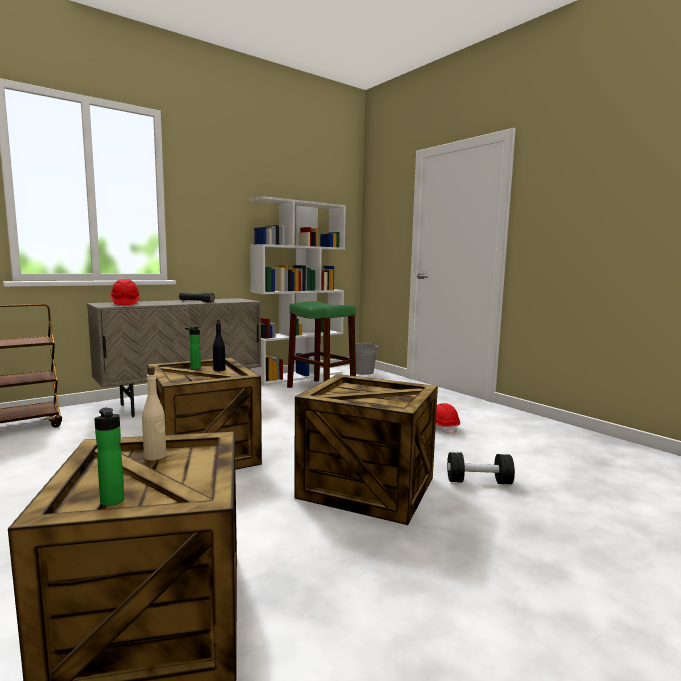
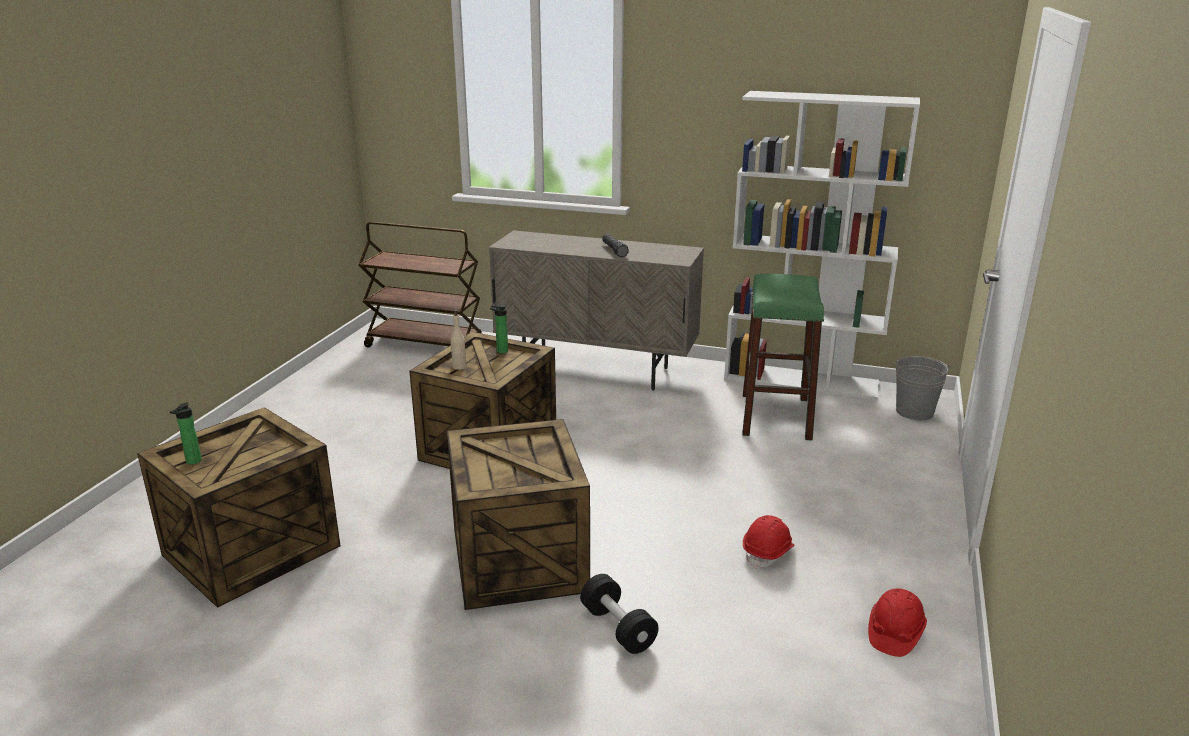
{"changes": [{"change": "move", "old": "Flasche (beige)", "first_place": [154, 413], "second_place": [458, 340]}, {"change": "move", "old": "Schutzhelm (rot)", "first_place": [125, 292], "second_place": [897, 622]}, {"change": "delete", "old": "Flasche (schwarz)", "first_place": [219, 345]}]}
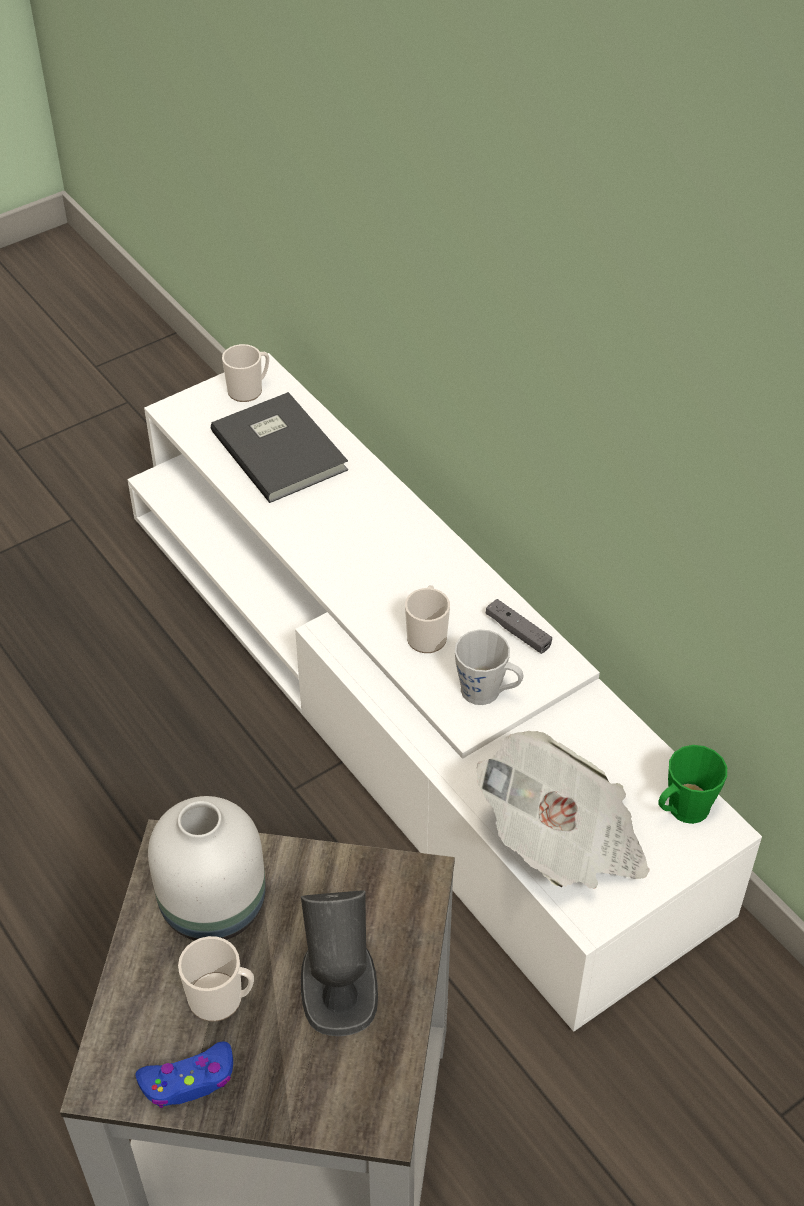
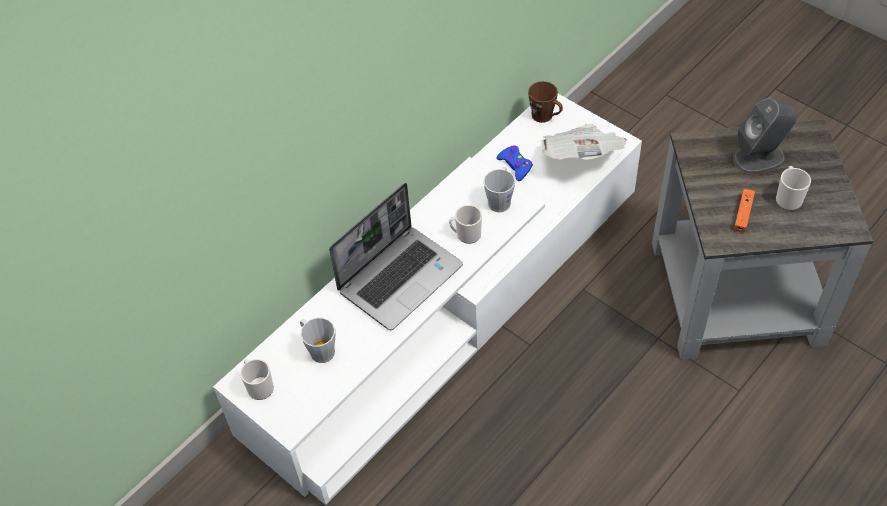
{"changes": [{"change": "replace", "old": "Buch (grau)", "new": "Henkelbecher (grau)", "first_place": [279, 447], "second_place": [317, 340]}, {"change": "insert", "new": "Laptop", "second_place": [396, 256]}, {"change": "move", "old": "Gamepad (blau)", "first_place": [184, 1074], "second_place": [515, 163]}, {"change": "recolor", "old": "Henkelbecher (grün)", "new": "Henkelbecher (braun)", "first_place": [692, 784], "second_place": [545, 102]}, {"change": "replace", "old": "Vase (weiß)", "new": "Gamepad (orange)", "first_place": [207, 868], "second_place": [744, 210]}, {"change": "delete", "old": "Gamepad (grau)", "first_place": [519, 626]}]}
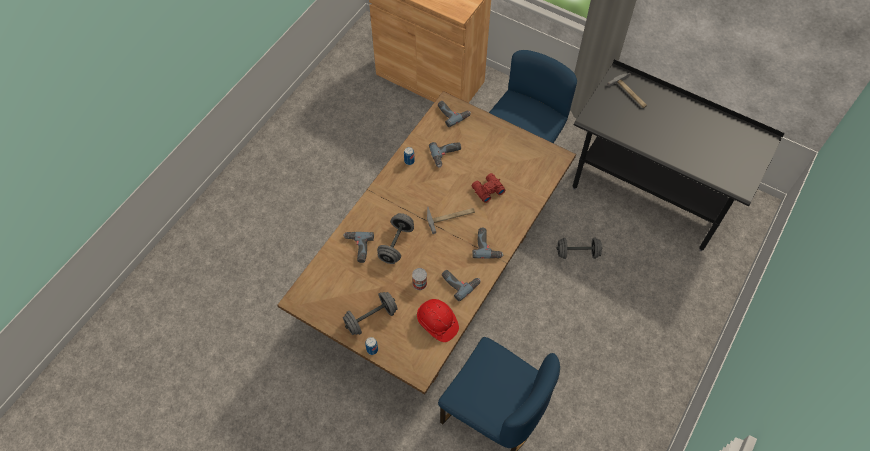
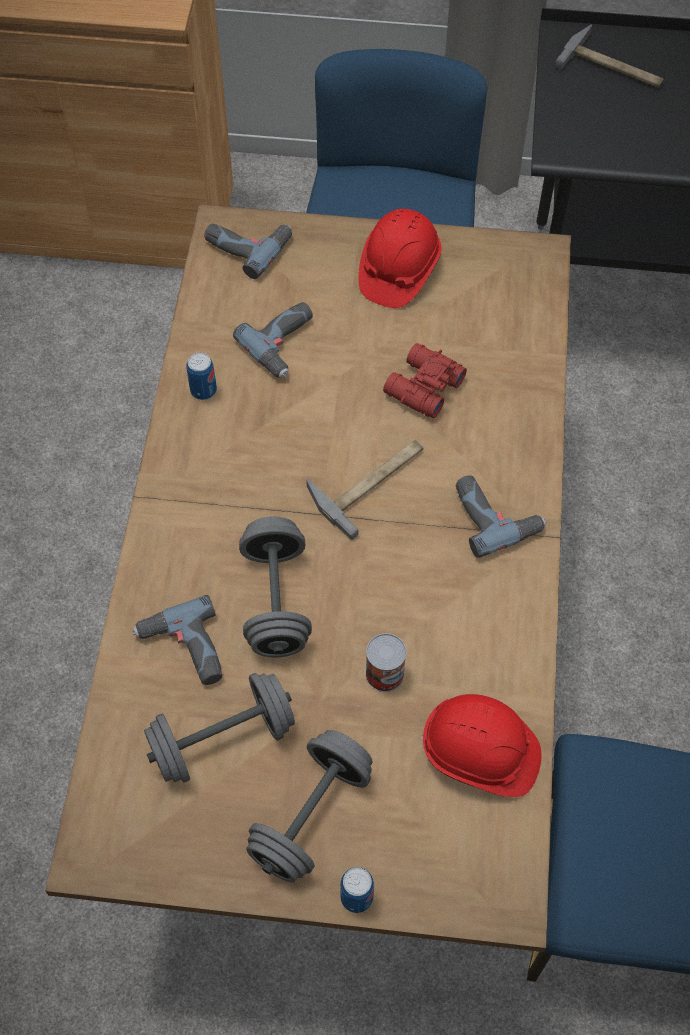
{"changes": [{"change": "move", "old": "Hantel (grau)", "first_place": [579, 248], "second_place": [219, 728]}, {"change": "insert", "new": "Schutzhelm (rot)", "second_place": [400, 258]}, {"change": "delete", "old": "Bohrmaschine", "first_place": [461, 285]}]}
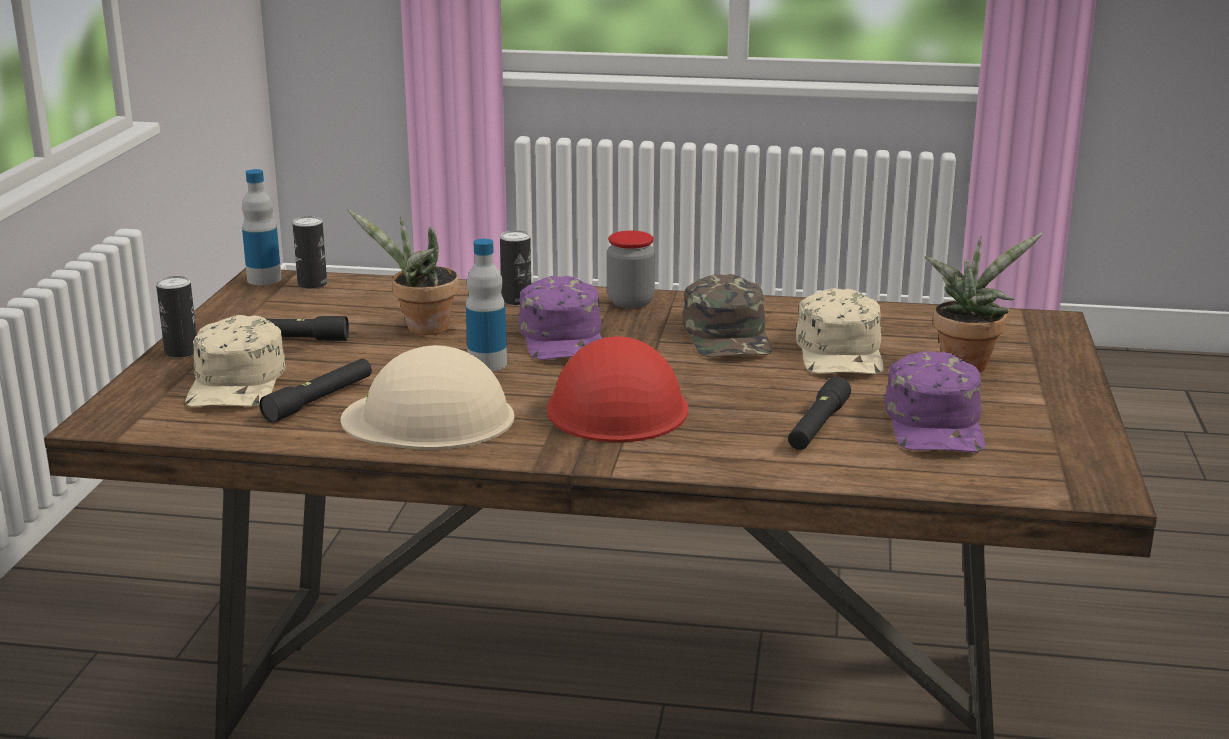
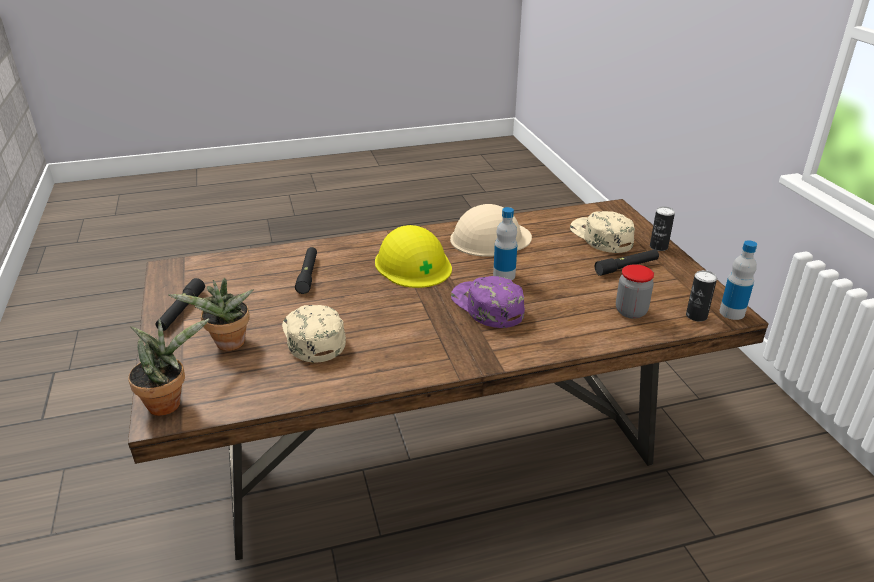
{"changes": [{"change": "move", "old": "Topfpflanze", "first_place": [403, 272], "second_place": [168, 367]}, {"change": "move", "old": "Taschenlampe (schwarz)", "first_place": [315, 390], "second_place": [180, 304]}, {"change": "recolor", "old": "Schutzhelm (rot)", "new": "Schutzhelm (gelb)", "first_place": [617, 389], "second_place": [413, 256]}, {"change": "move", "old": "Vorratsglas", "first_place": [631, 269], "second_place": [635, 291]}, {"change": "delete", "old": "Dose", "first_place": [515, 267]}, {"change": "delete", "old": "Kappe (grün)", "first_place": [728, 316]}, {"change": "delete", "old": "Kappe (lila)", "first_place": [935, 401]}]}
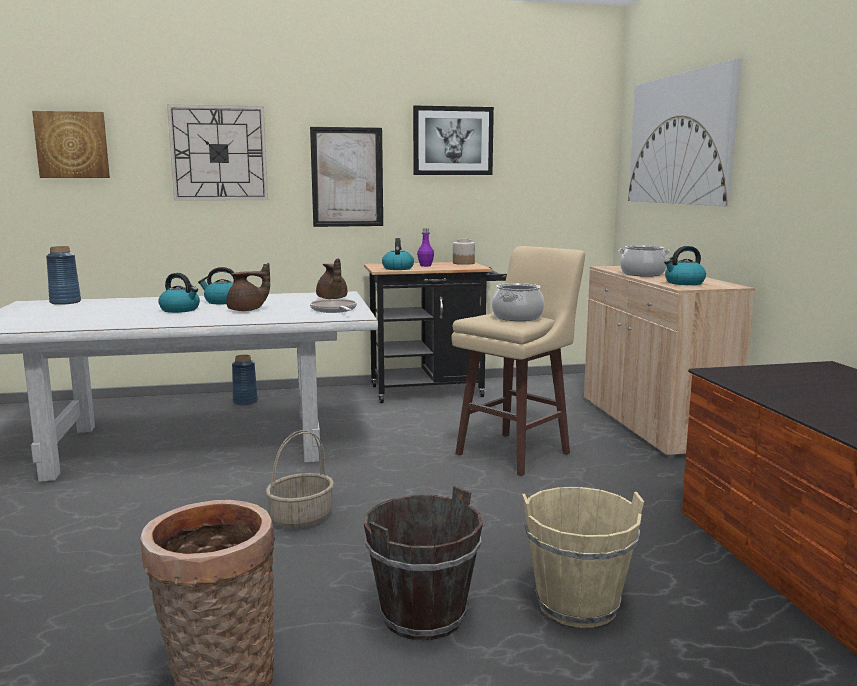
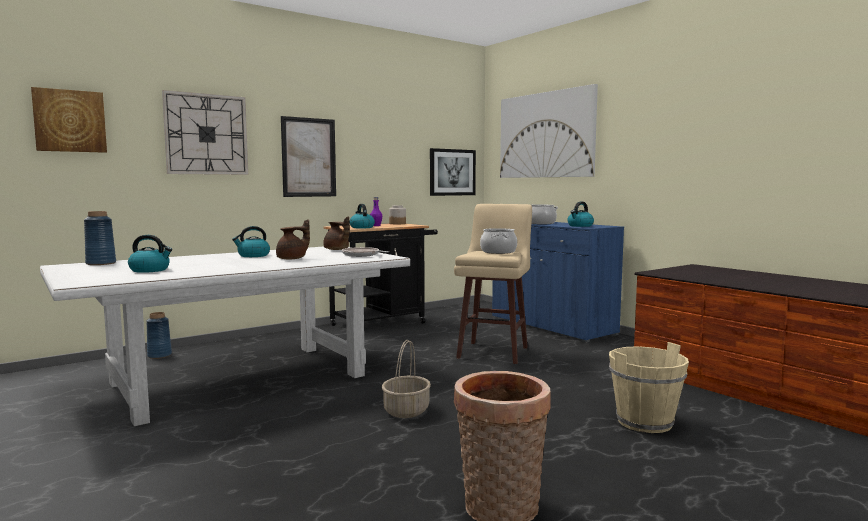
{"changes": [{"change": "move", "old": "Wasserkessel", "first_place": [179, 293], "second_place": [150, 254]}, {"change": "move", "old": "Vase (blau)", "first_place": [245, 380], "second_place": [159, 335]}, {"change": "move", "old": "Bild", "first_place": [453, 140], "second_place": [453, 172]}, {"change": "recolor", "old": "Schrank (beige)", "new": "Schrank (blau)", "first_place": [669, 362], "second_place": [558, 282]}, {"change": "delete", "old": "Eimer (braun)", "first_place": [423, 563]}]}
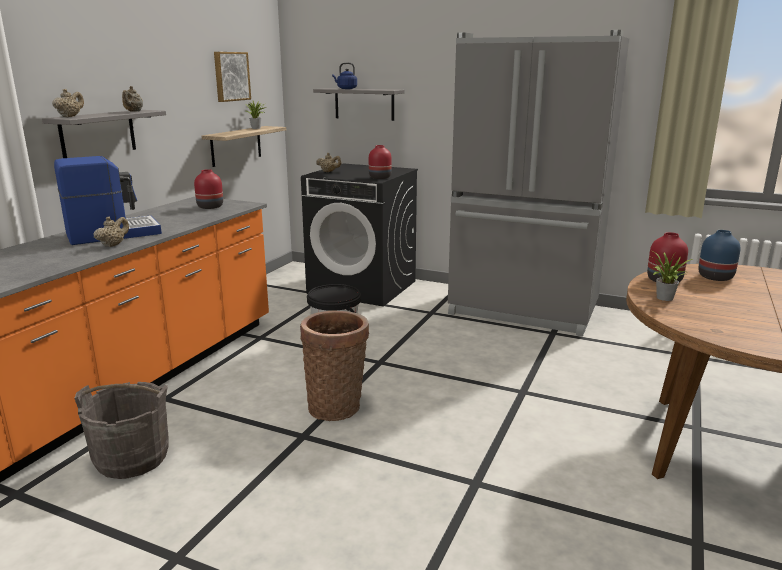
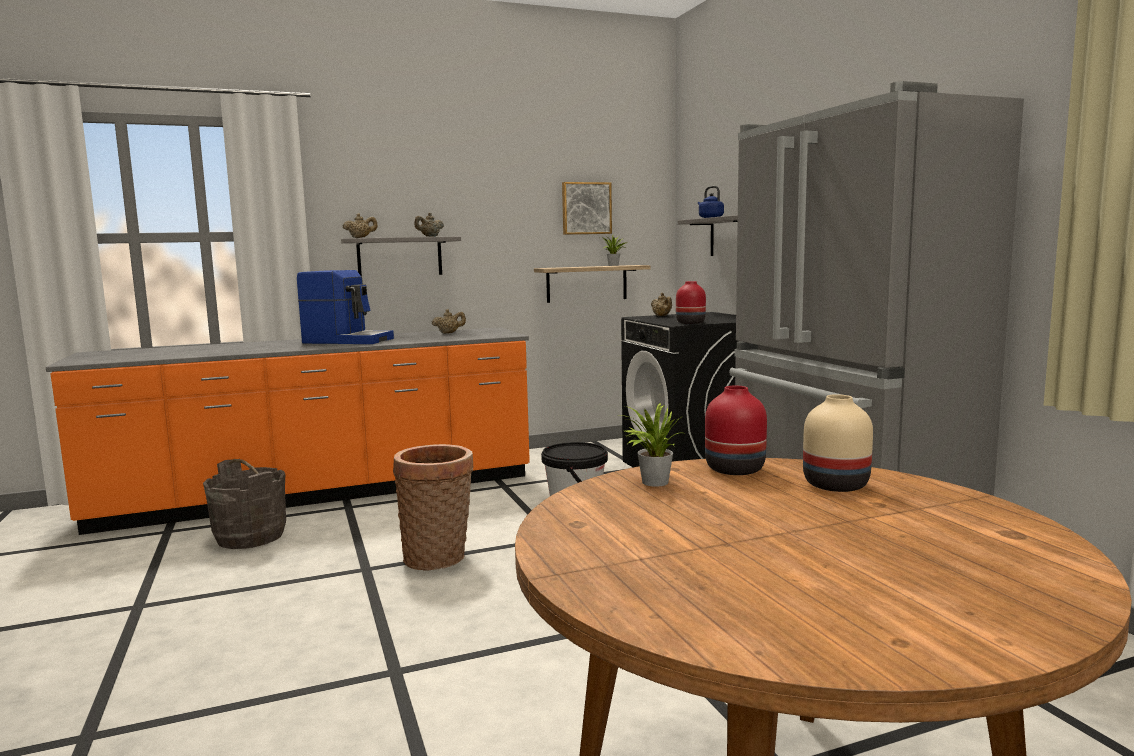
{"changes": [{"change": "move", "old": "Teekanne (beige)", "first_place": [111, 232], "second_place": [449, 321]}, {"change": "recolor", "old": "Vase (blau)", "new": "Vase (beige)", "first_place": [719, 255], "second_place": [838, 443]}, {"change": "delete", "old": "Vase (rot)", "first_place": [208, 189]}]}
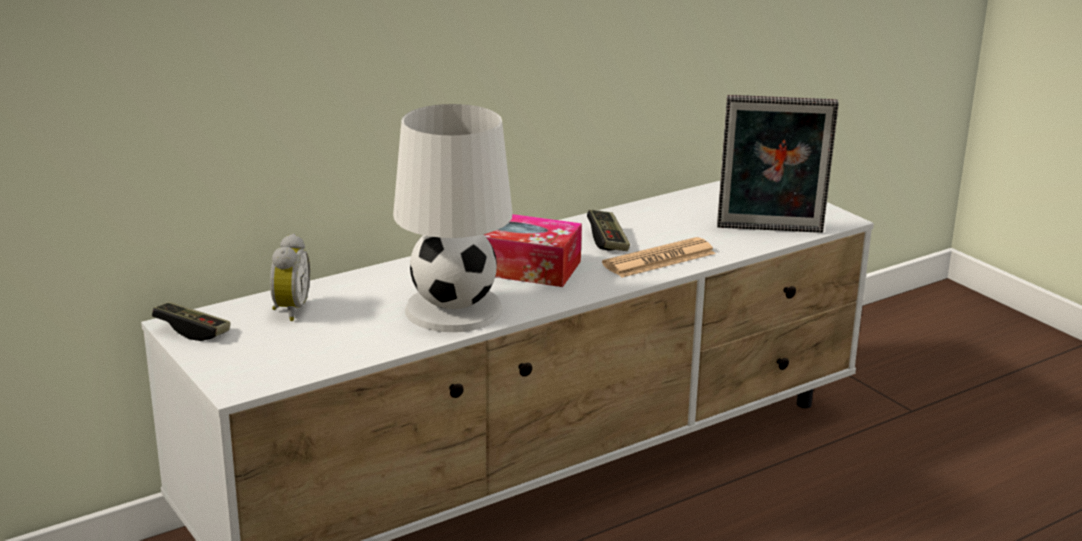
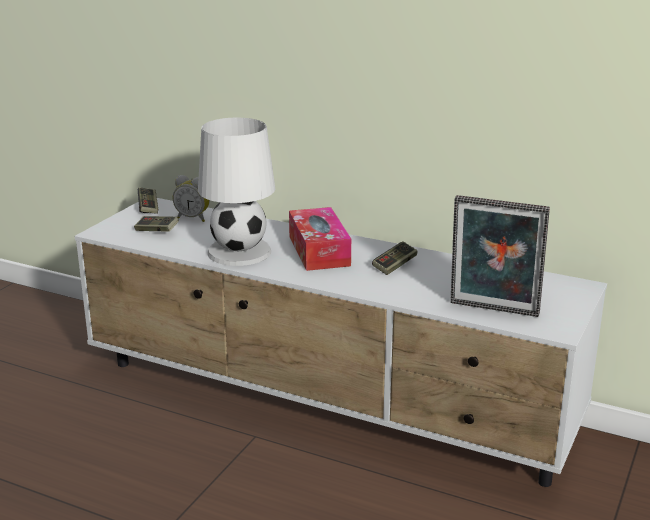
{"changes": [{"change": "insert", "new": "Gamepad", "second_place": [156, 224]}, {"change": "rotate", "old": "Wecker", "first_place": [290, 277], "second_place": [191, 198], "degrees": 45}, {"change": "rotate", "old": "Bilderrahmen", "first_place": [778, 164], "second_place": [500, 256], "degrees": -45}, {"change": "delete", "old": "Zeitung", "first_place": [659, 257]}]}
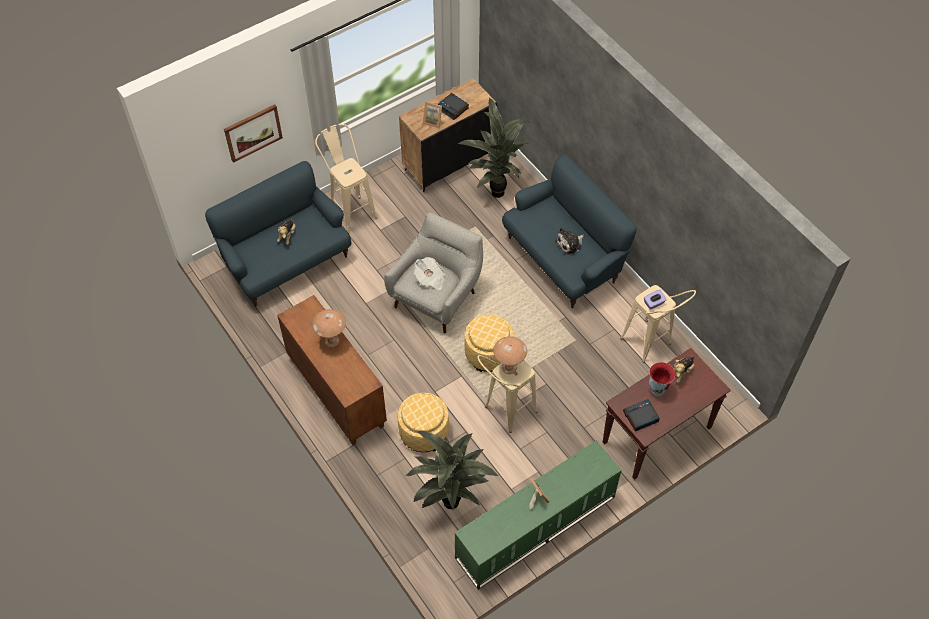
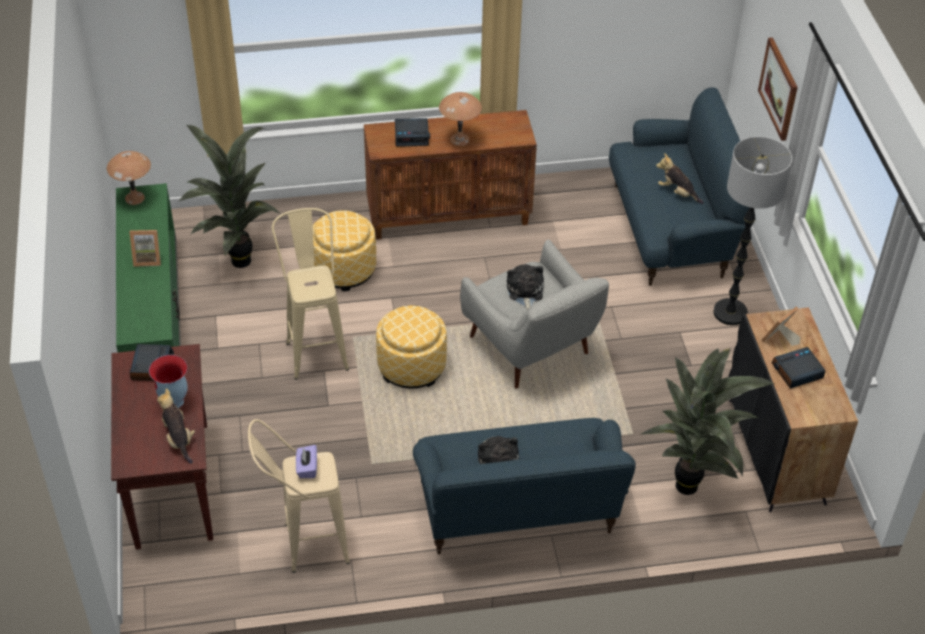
{"changes": [{"change": "move", "old": "Tischlampe (braun)", "first_place": [510, 355], "second_place": [129, 178]}, {"change": "insert", "new": "Wecker", "second_place": [412, 132]}, {"change": "replace", "old": "Zeitung", "new": "Plüschtier", "first_place": [430, 273], "second_place": [525, 287]}, {"change": "replace", "old": "Hocker (beige)", "new": "Stehlampe", "first_place": [346, 178], "second_place": [752, 231]}]}
